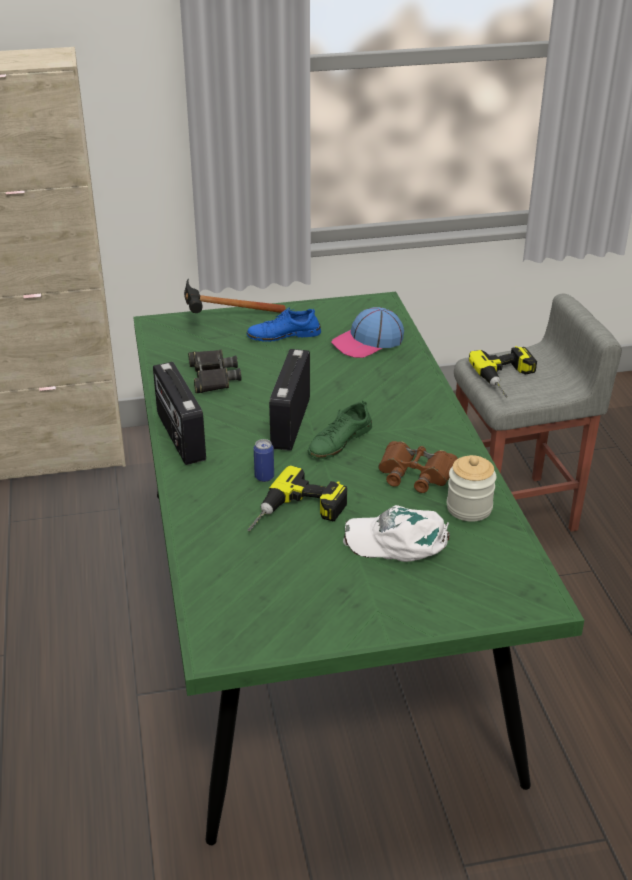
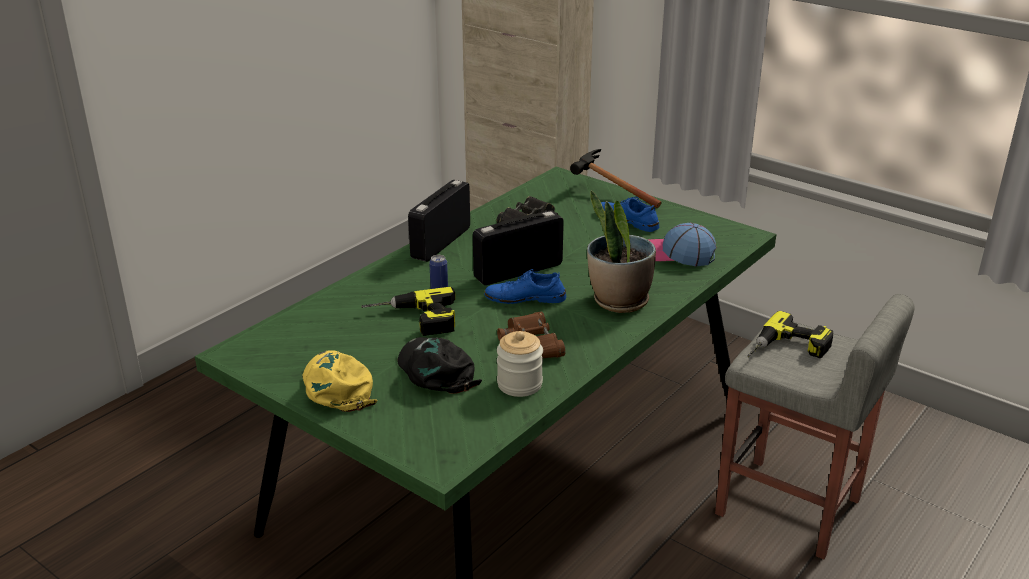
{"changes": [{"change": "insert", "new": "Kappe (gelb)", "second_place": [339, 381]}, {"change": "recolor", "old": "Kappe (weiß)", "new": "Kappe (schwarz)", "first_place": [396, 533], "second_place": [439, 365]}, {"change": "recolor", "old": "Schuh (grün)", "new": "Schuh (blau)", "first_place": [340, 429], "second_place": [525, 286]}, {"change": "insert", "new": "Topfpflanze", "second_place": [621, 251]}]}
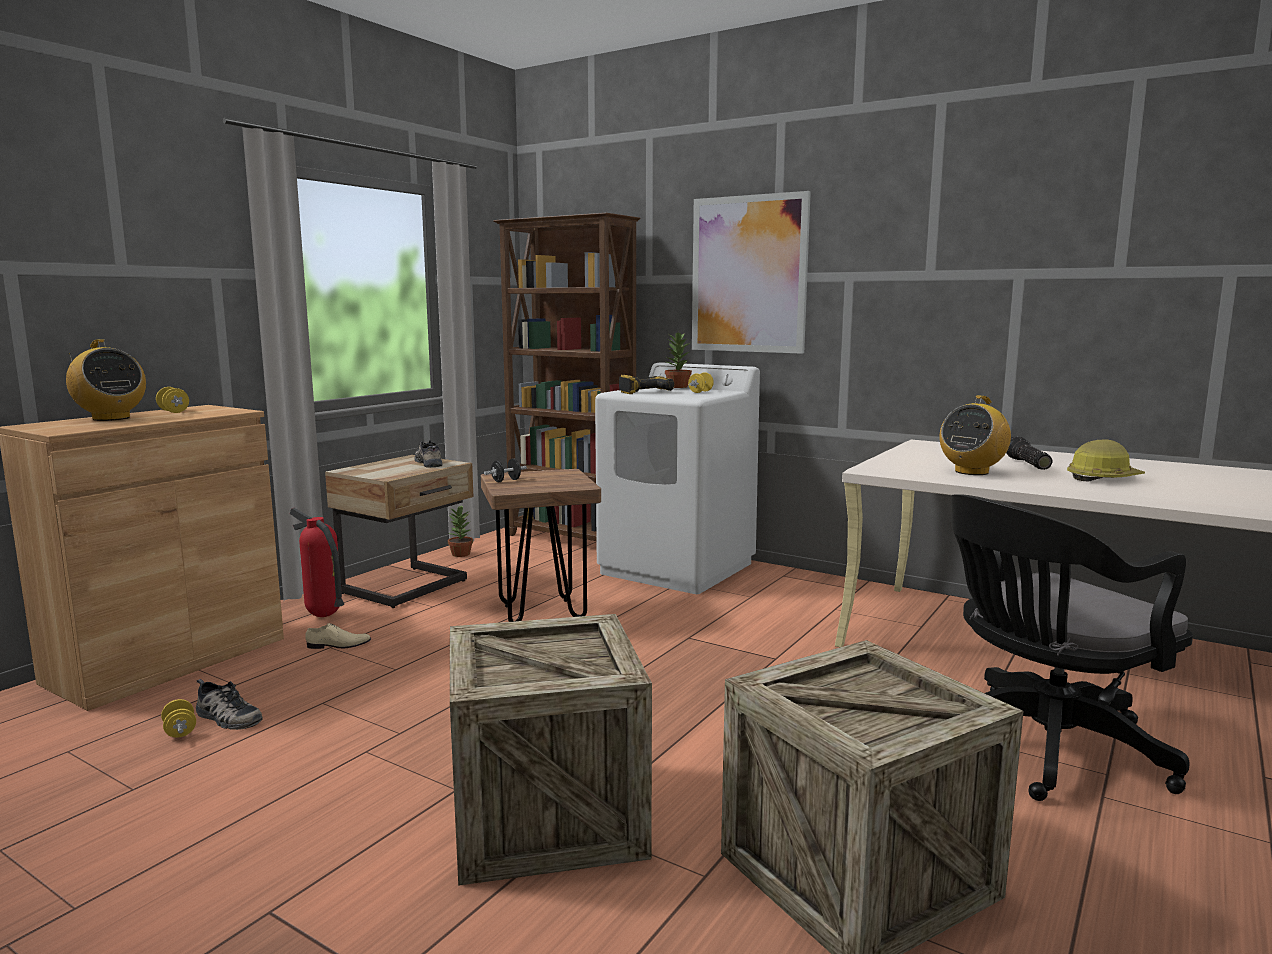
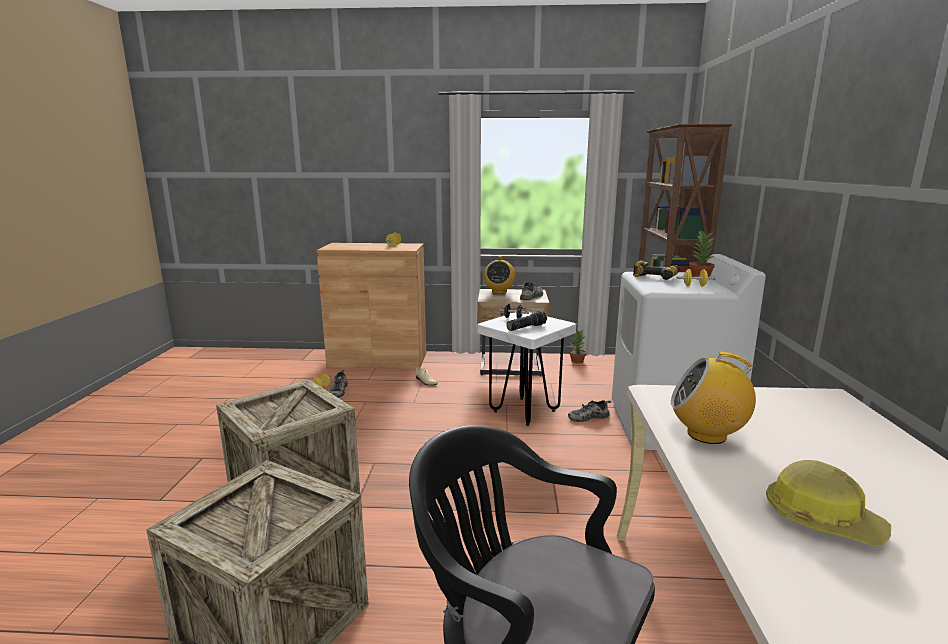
{"changes": [{"change": "recolor", "old": "Hocker (braun)", "new": "Hocker (weiß)", "first_place": [541, 545], "second_place": [526, 369]}, {"change": "move", "old": "Radio", "first_place": [106, 380], "second_place": [499, 275]}, {"change": "move", "old": "Taschenlampe", "first_place": [1029, 453], "second_place": [526, 321]}, {"change": "insert", "new": "Schuh", "second_place": [590, 411]}, {"change": "delete", "old": "Feuerlöscher", "first_place": [317, 562]}, {"change": "delete", "old": "Bild", "first_place": [751, 272]}]}
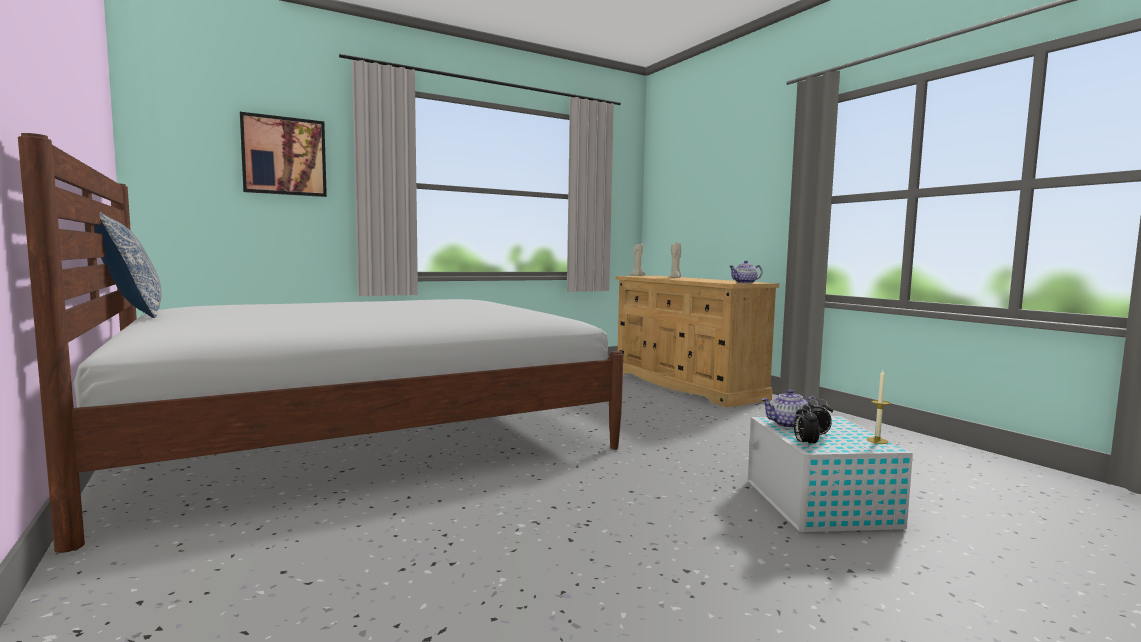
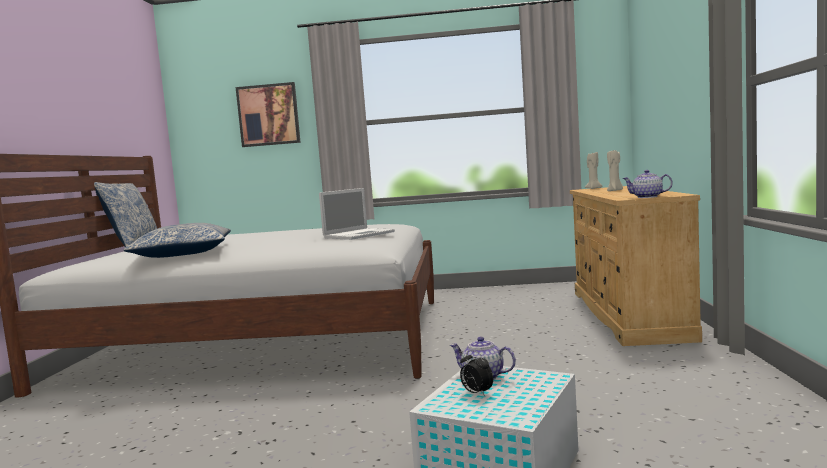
{"changes": [{"change": "insert", "new": "Kissen", "second_place": [177, 240]}, {"change": "insert", "new": "Laptop", "second_place": [357, 214]}, {"change": "delete", "old": "Wecker", "first_place": [807, 425]}, {"change": "delete", "old": "Kerze", "first_place": [878, 407]}]}
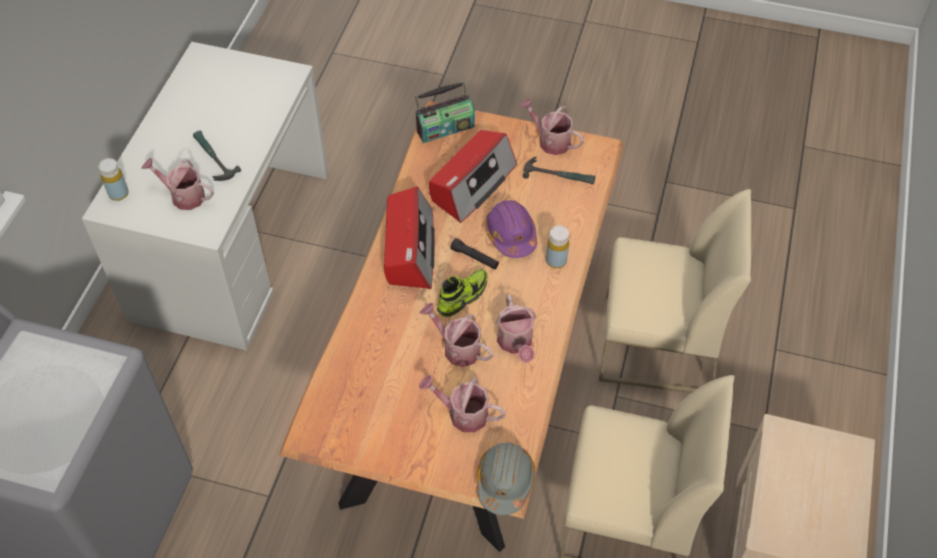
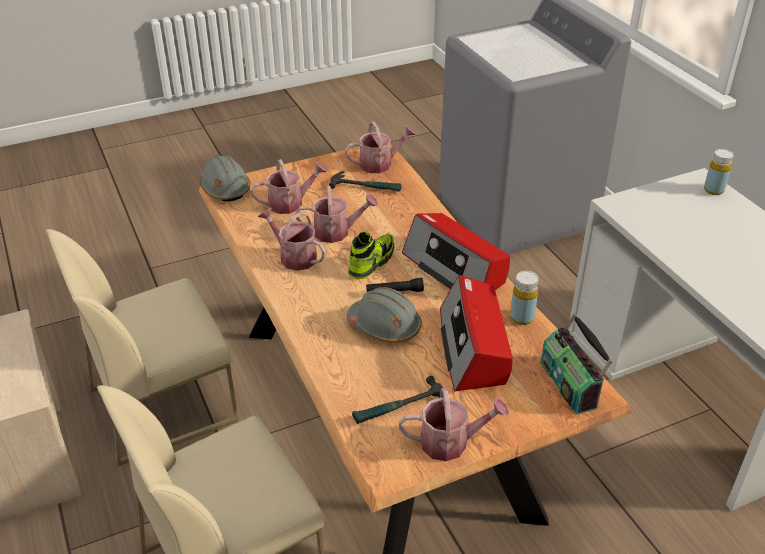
{"changes": [{"change": "move", "old": "Hammer", "first_place": [217, 156], "second_place": [365, 181]}, {"change": "move", "old": "Gießkanne", "first_place": [177, 184], "second_place": [380, 147]}, {"change": "recolor", "old": "Schutzhelm (lila)", "new": "Schutzhelm (grau)", "first_place": [511, 229], "second_place": [384, 315]}, {"change": "rotate", "old": "Schuh", "first_place": [462, 293], "second_place": [371, 255], "degrees": -150}, {"change": "move", "old": "Flasche (gelb)", "first_place": [557, 246], "second_place": [524, 298]}, {"change": "rotate", "old": "Radio", "first_place": [445, 112], "second_place": [576, 364], "degrees": -45}]}
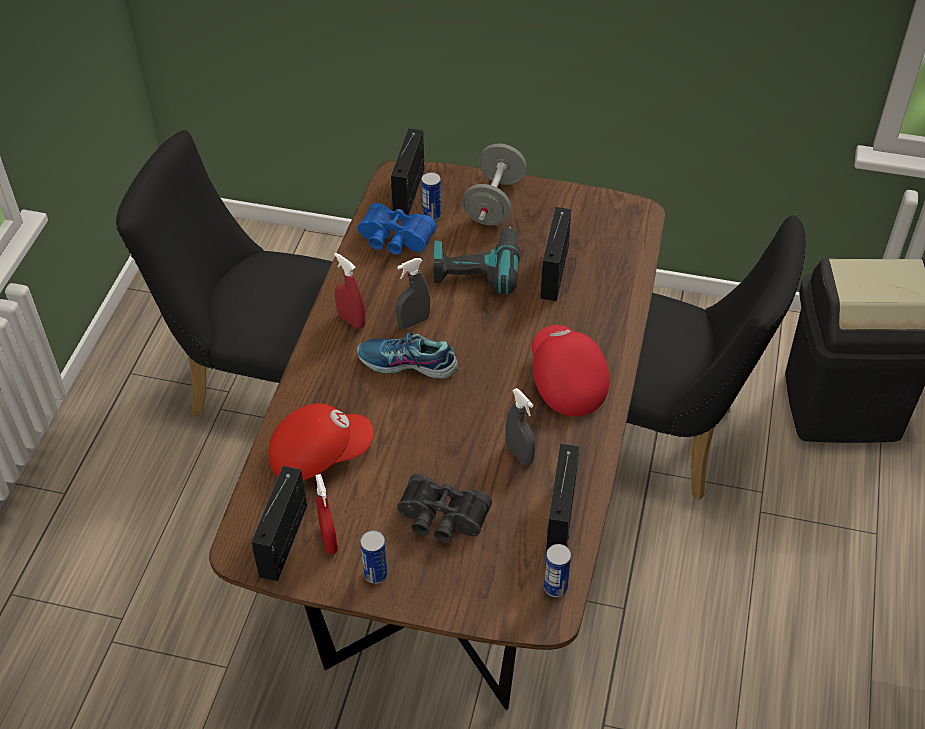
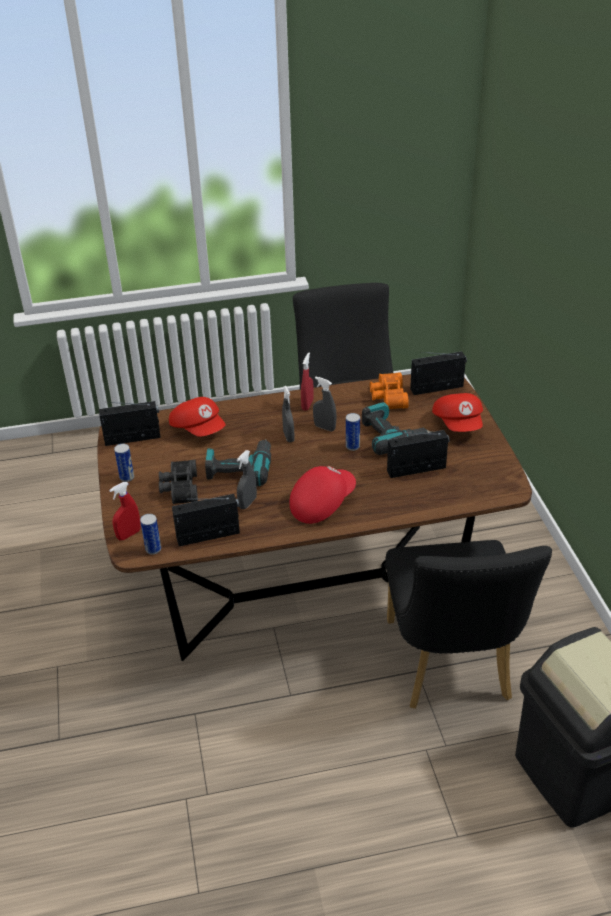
{"changes": [{"change": "move", "old": "Sprühflasche (rot)", "first_place": [326, 514], "second_place": [124, 511]}, {"change": "insert", "new": "Bohrmaschine", "second_place": [238, 462]}, {"change": "replace", "old": "Schuh", "new": "Sprühflasche (grau)", "first_place": [407, 355], "second_place": [288, 414]}, {"change": "move", "old": "Dose", "first_place": [431, 196], "second_place": [353, 432]}, {"change": "recolor", "old": "Fernglas (blau)", "new": "Fernglas (orange)", "first_place": [397, 229], "second_place": [389, 390]}, {"change": "replace", "old": "Hantel (grau)", "new": "Kappe (rot)", "first_place": [494, 185], "second_place": [457, 412]}]}
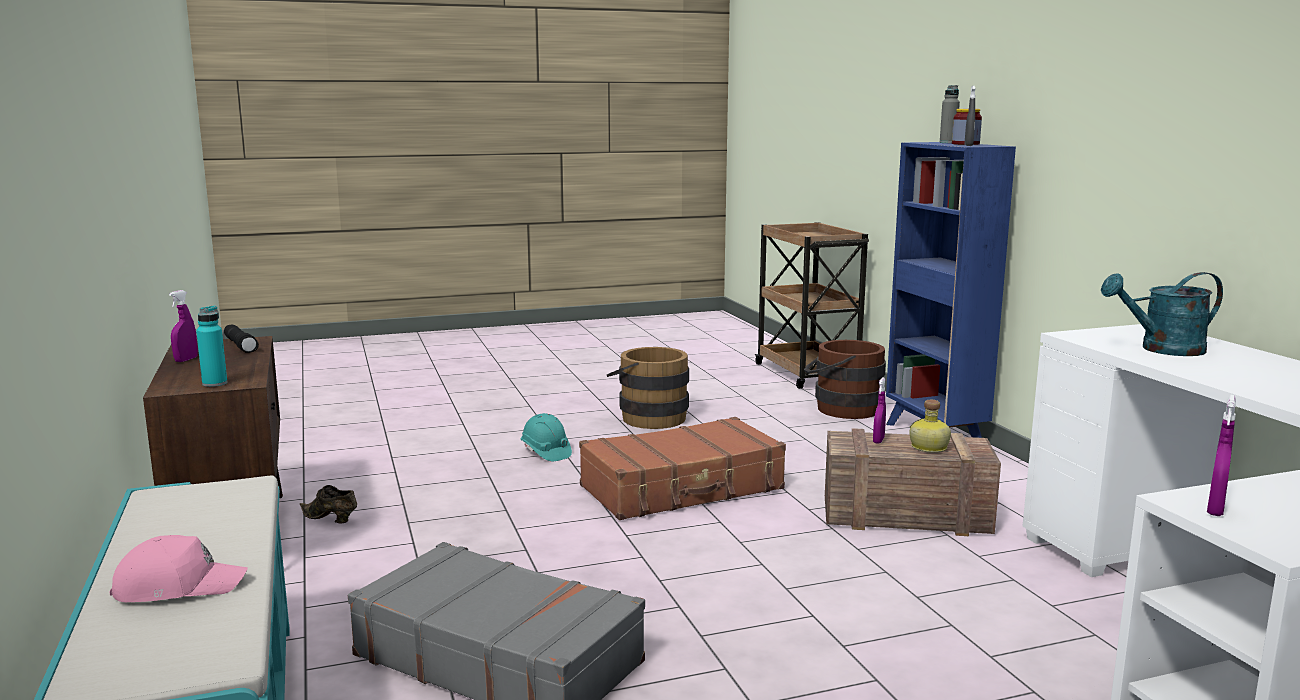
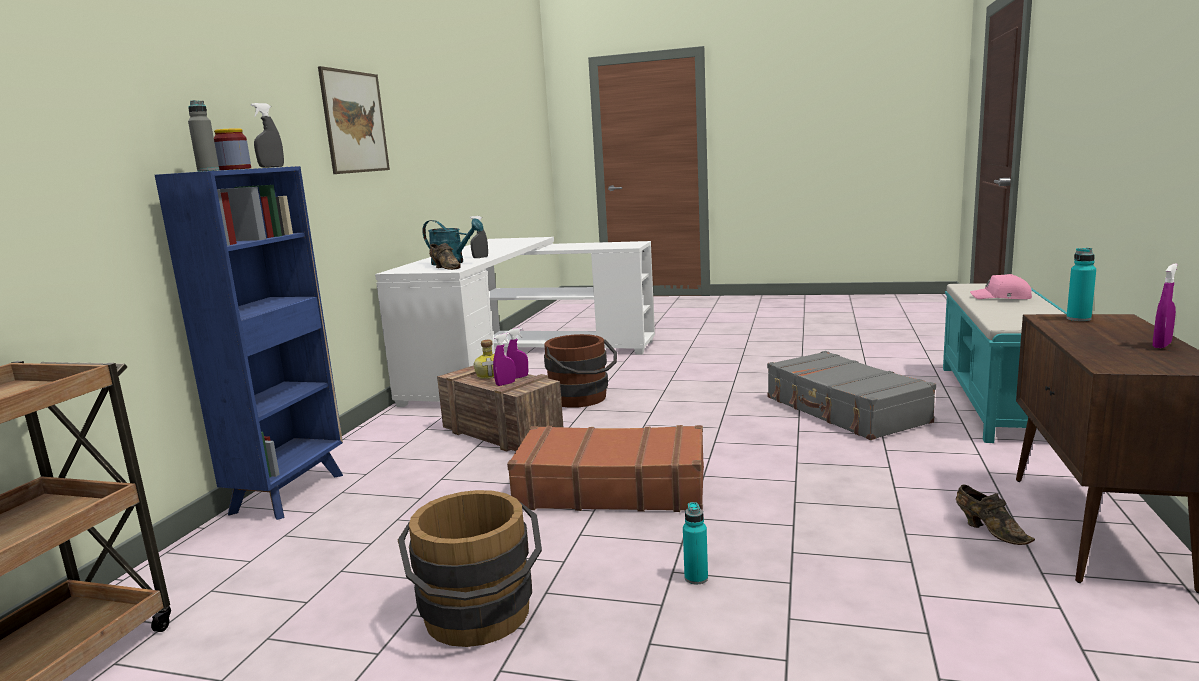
{"changes": [{"change": "insert", "new": "Bild", "second_place": [354, 120]}, {"change": "insert", "new": "Schuh (braun)", "second_place": [445, 256]}, {"change": "insert", "new": "Sprühflasche (grau)", "second_place": [479, 237]}, {"change": "move", "old": "Sprühflasche (lila)", "first_place": [1221, 455], "second_place": [517, 353]}, {"change": "move", "old": "Eimer (braun)", "first_place": [845, 379], "second_place": [580, 371]}, {"change": "replace", "old": "Schutzhelm (türkis)", "new": "Flasche (türkis)", "first_place": [546, 437], "second_place": [695, 543]}, {"change": "delete", "old": "Taschenlampe (schwarz)", "first_place": [241, 339]}]}
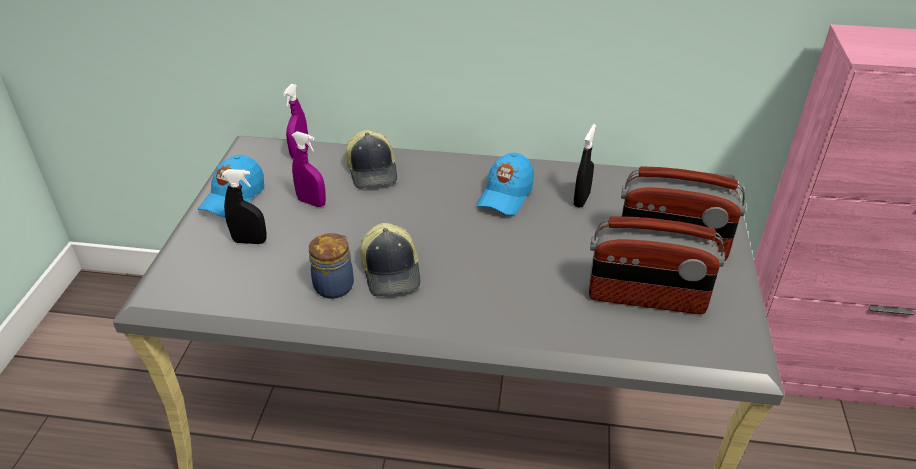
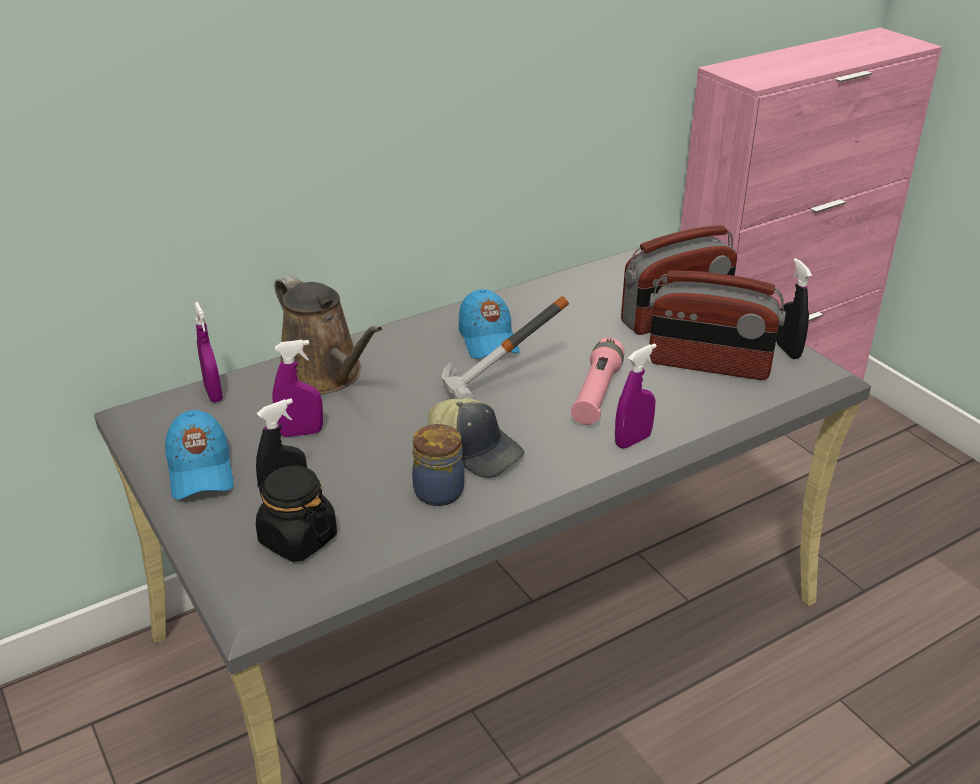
{"changes": [{"change": "insert", "new": "Vorratsglas (schwarz)", "second_place": [296, 514]}, {"change": "replace", "old": "Kappe", "new": "Gießkanne (braun)", "first_place": [371, 159], "second_place": [328, 334]}, {"change": "insert", "new": "Hammer", "second_place": [505, 347]}, {"change": "insert", "new": "Taschenlampe (rosa)", "second_place": [598, 381]}, {"change": "insert", "new": "Sprühflasche (lila)", "second_place": [636, 396]}, {"change": "rotate", "old": "Radio", "first_place": [657, 265], "second_place": [717, 325], "degrees": 45}, {"change": "move", "old": "Sprühflasche (schwarz)", "first_place": [585, 166], "second_place": [794, 308]}]}
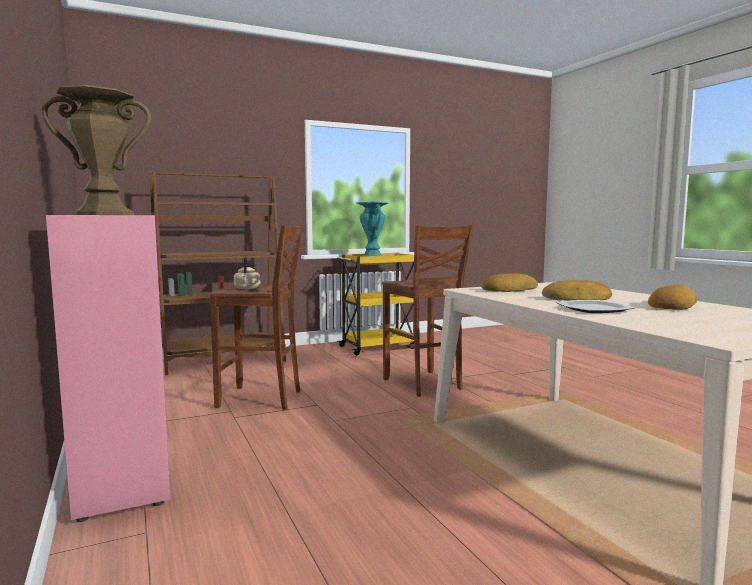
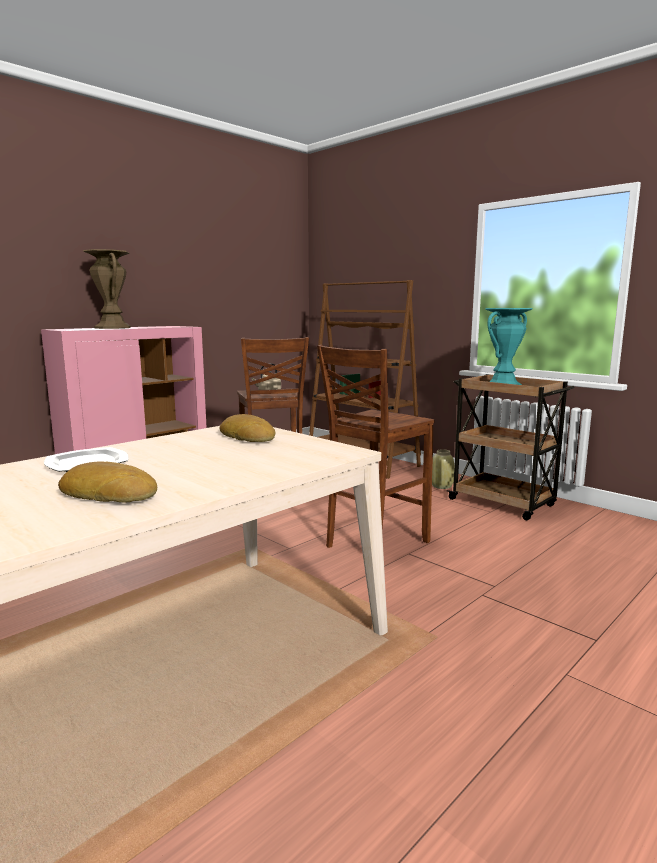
{"changes": [{"change": "insert", "new": "Vase (beige)", "second_place": [443, 469]}, {"change": "recolor", "old": "Rollwagen (gelb)", "new": "Rollwagen (braun)", "first_place": [379, 304], "second_place": [511, 447]}, {"change": "delete", "old": "Brot", "first_place": [577, 290]}]}
